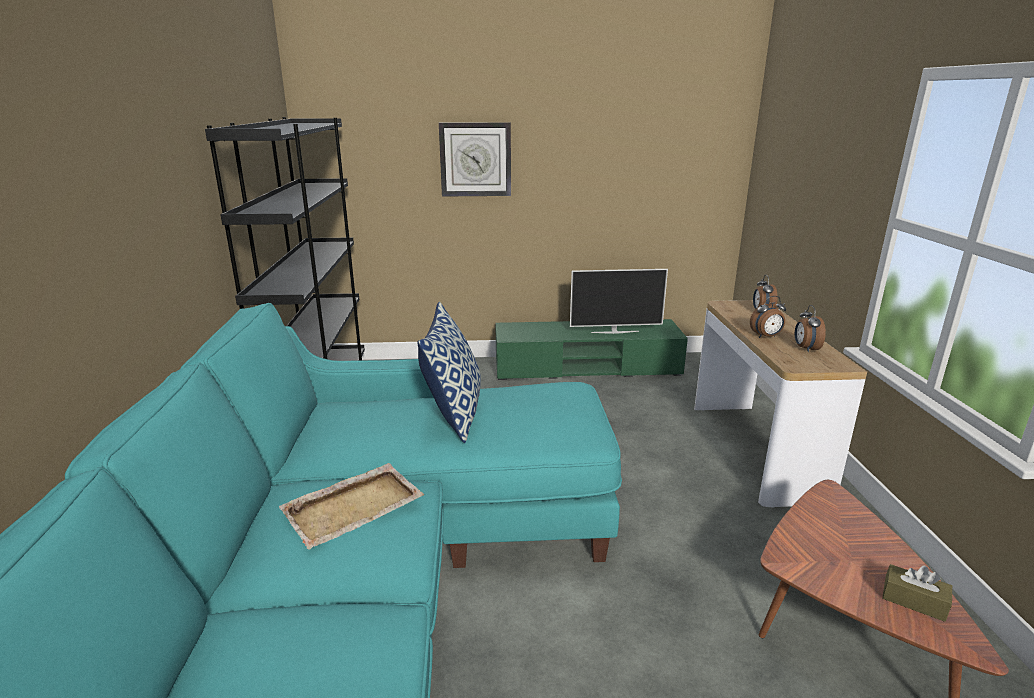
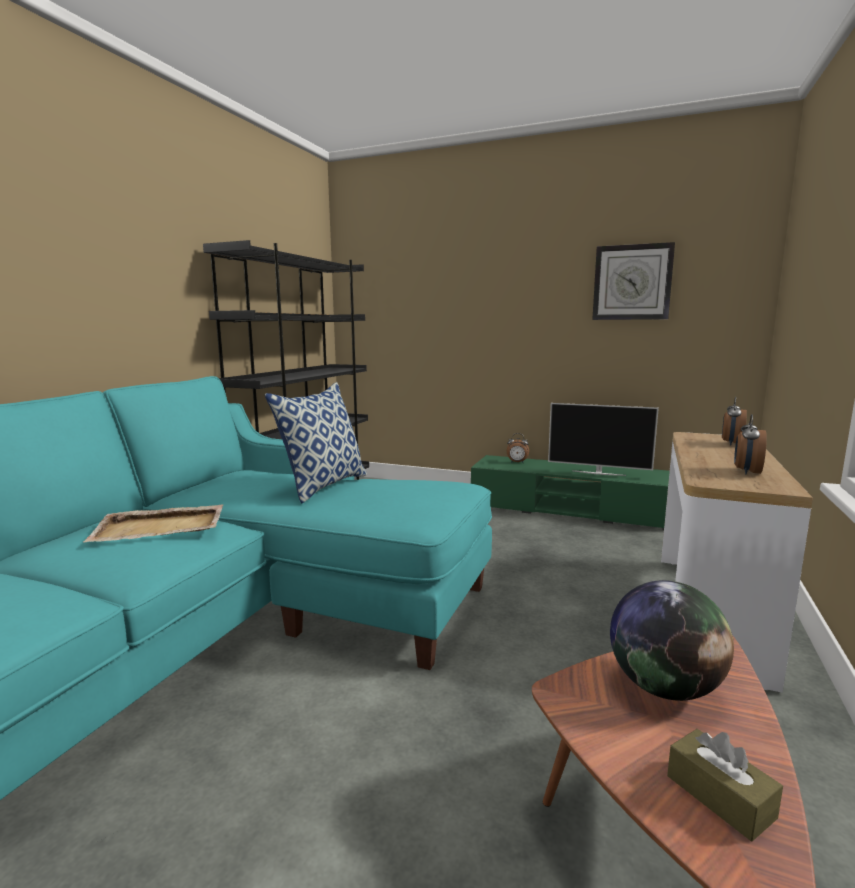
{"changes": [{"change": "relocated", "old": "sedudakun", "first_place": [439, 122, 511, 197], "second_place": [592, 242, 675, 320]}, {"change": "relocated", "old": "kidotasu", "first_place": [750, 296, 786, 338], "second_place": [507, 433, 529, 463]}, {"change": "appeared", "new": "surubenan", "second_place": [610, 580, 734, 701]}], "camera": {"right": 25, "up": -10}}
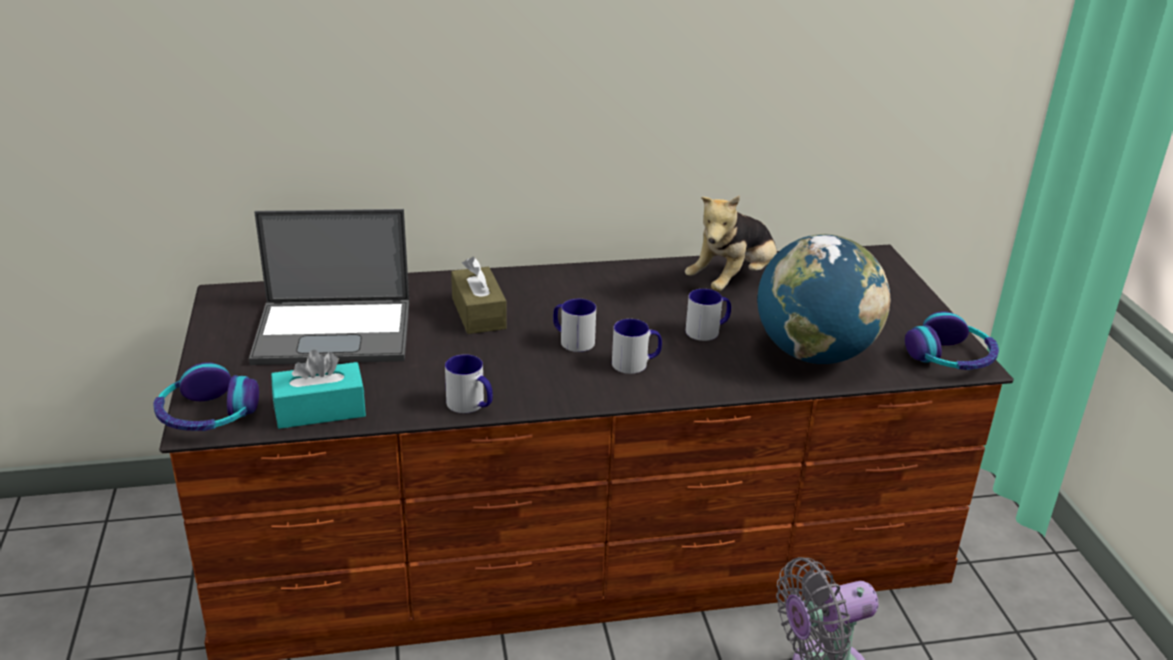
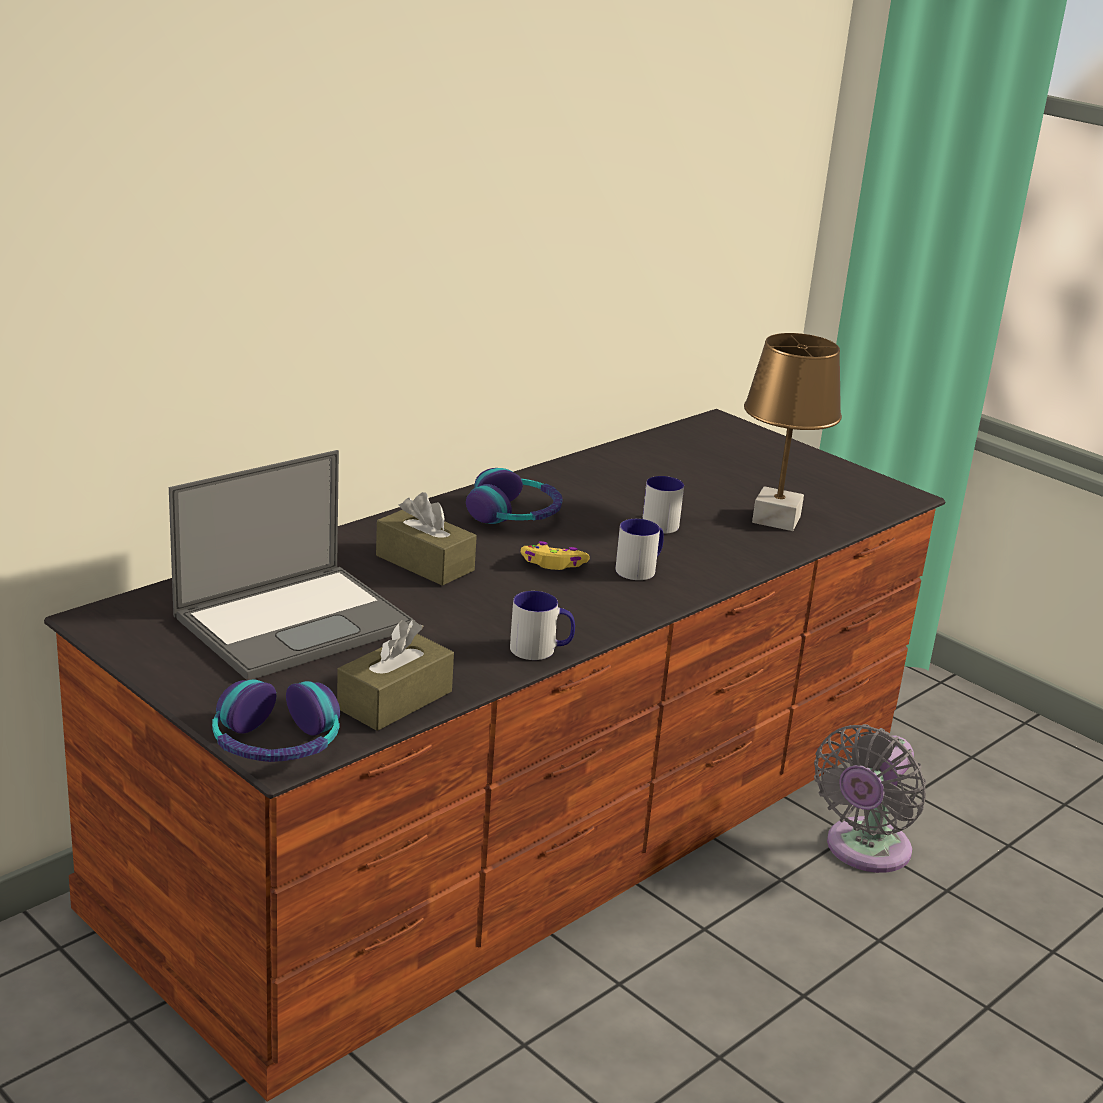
{"changes": [{"change": "colour", "old": "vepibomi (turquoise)", "new": "vepibomi (brown)", "first_place": [271, 350, 366, 429], "second_place": [337, 620, 454, 731]}, {"change": "exchanged", "old": "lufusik", "new": "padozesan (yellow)", "first_place": [553, 299, 596, 352], "second_place": [521, 541, 590, 570]}, {"change": "missing", "old": "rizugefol", "first_place": [685, 195, 777, 291]}, {"change": "exchanged", "old": "surubenan", "new": "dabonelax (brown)", "first_place": [757, 234, 890, 364], "second_place": [744, 333, 842, 531]}, {"change": "relocated", "old": "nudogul", "first_place": [905, 311, 999, 370], "second_place": [466, 468, 563, 524]}], "camera": {"right": -35, "up": -5}}
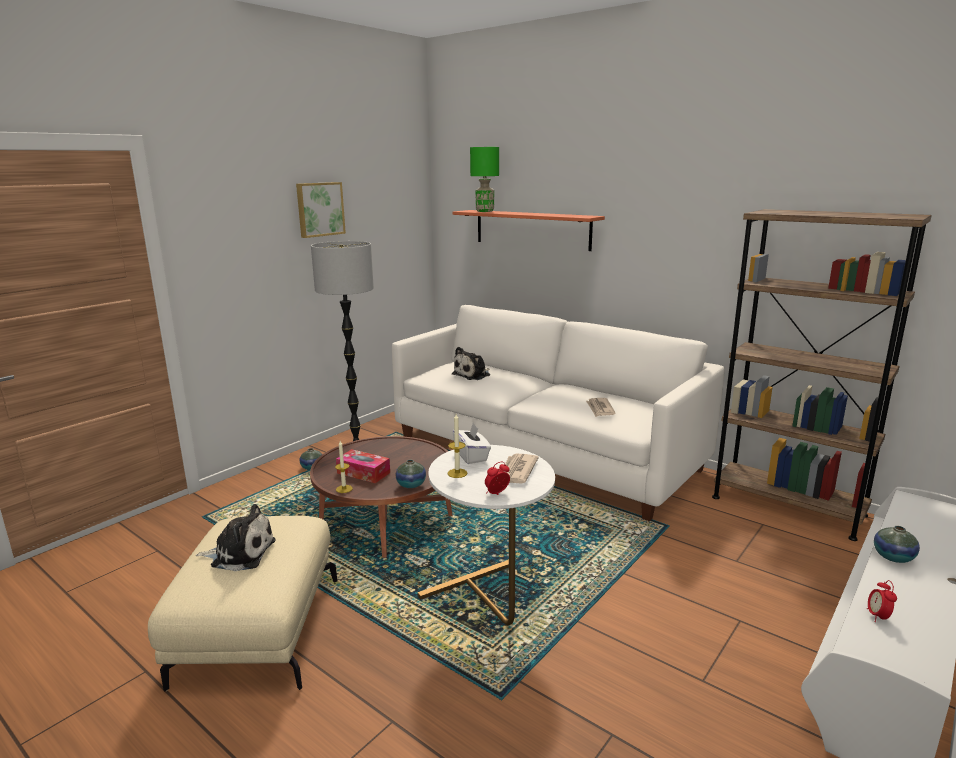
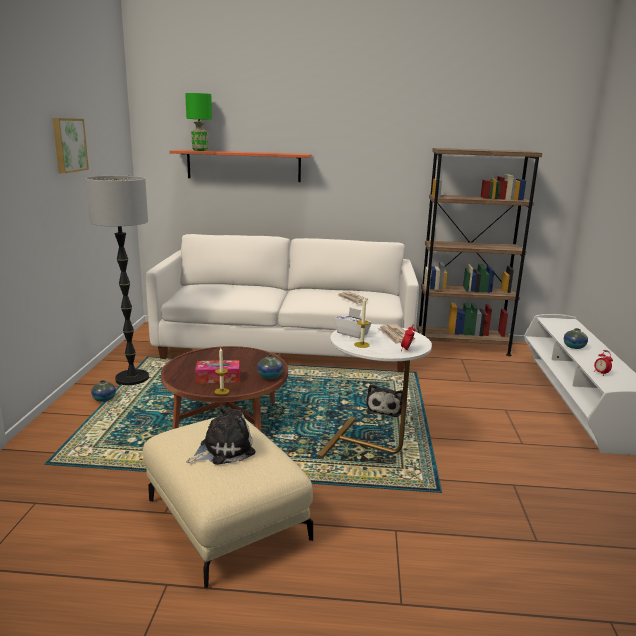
{"changes": [{"change": "relocated", "old": "rizugefol", "first_place": [452, 347, 490, 380], "second_place": [366, 384, 403, 417]}], "camera": {"right": -35, "up": 0}}
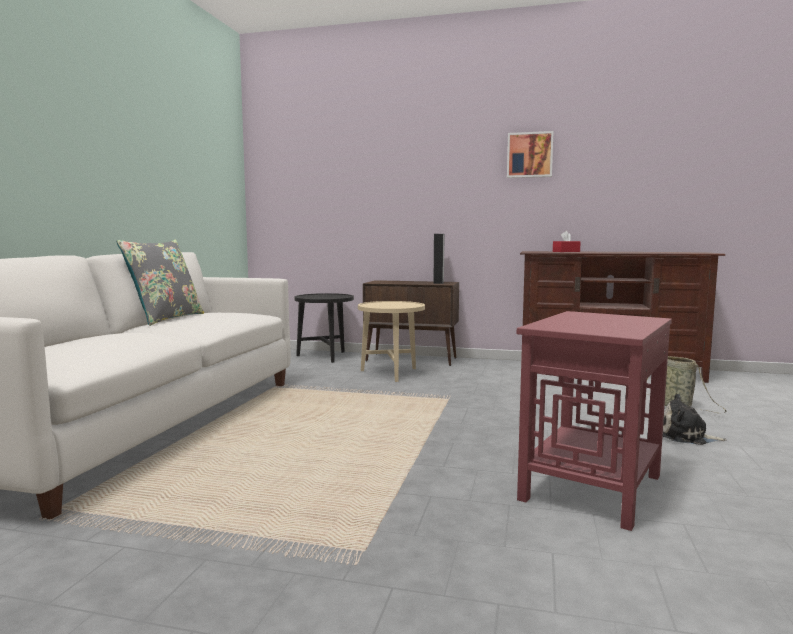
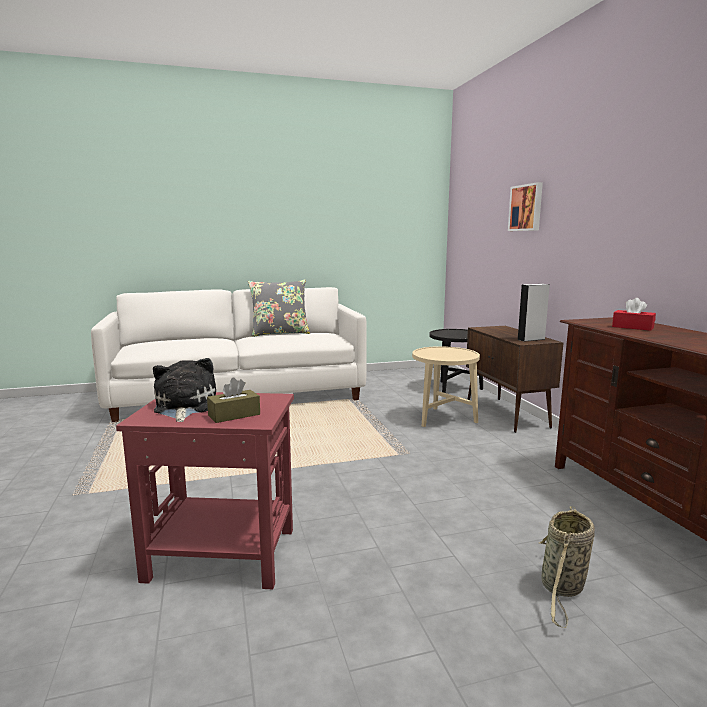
{"changes": [{"change": "relocated", "old": "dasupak", "first_place": [507, 131, 554, 178], "second_place": [508, 182, 543, 231]}, {"change": "relocated", "old": "rizugefol", "first_place": [663, 394, 727, 445], "second_place": [153, 358, 216, 422]}, {"change": "appeared", "new": "vepibomi (brown)", "second_place": [207, 378, 260, 423]}], "camera": {"right": 60, "up": 5}}
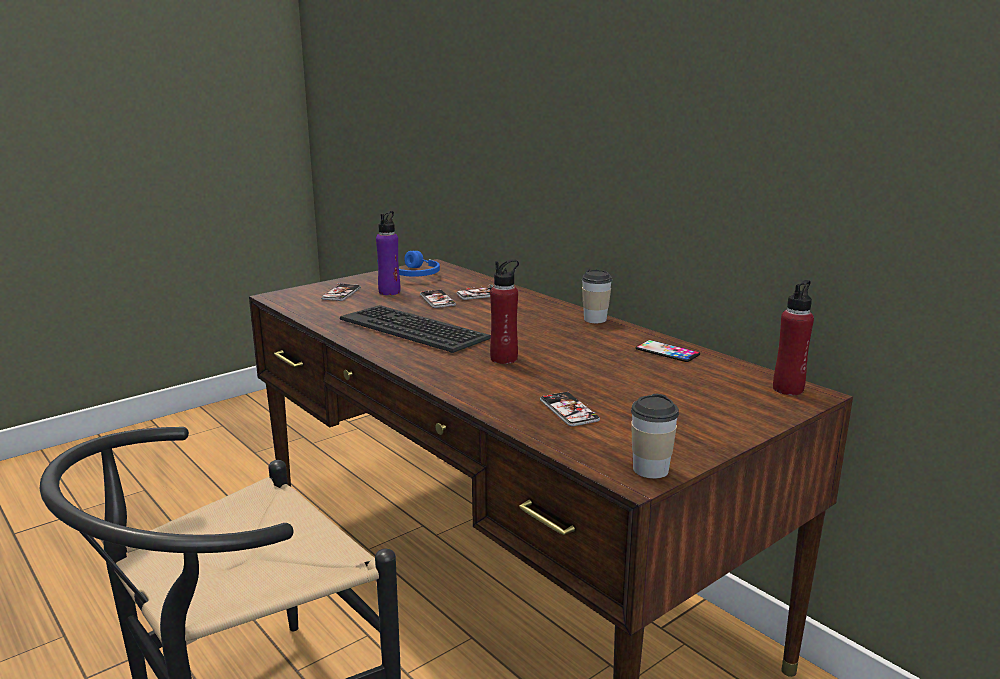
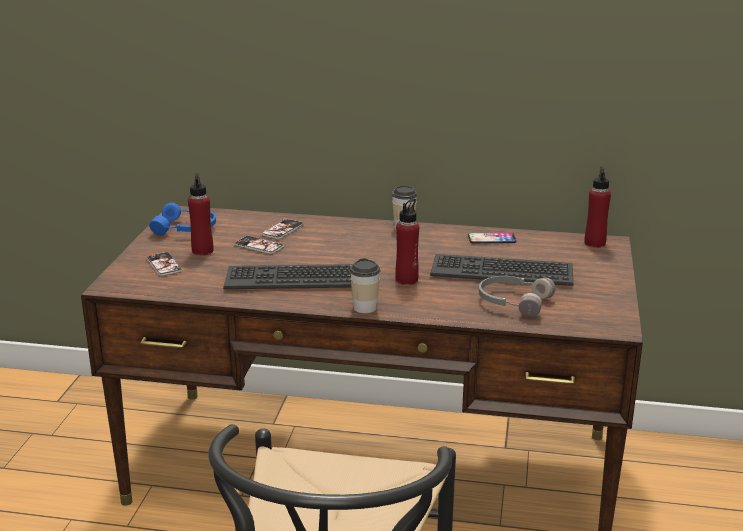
{"changes": [{"change": "colour", "old": "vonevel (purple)", "new": "vonevel (red)", "first_place": [376, 211, 400, 295], "second_place": [188, 173, 213, 255]}, {"change": "exchanged", "old": "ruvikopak", "new": "nudogul (grey)", "first_place": [540, 391, 600, 427], "second_place": [479, 276, 555, 317]}, {"change": "relocated", "old": "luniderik", "first_place": [631, 394, 679, 479], "second_place": [350, 258, 380, 314]}, {"change": "appeared", "new": "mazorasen", "second_place": [430, 254, 573, 286]}], "camera": {"right": -40, "up": 5}}
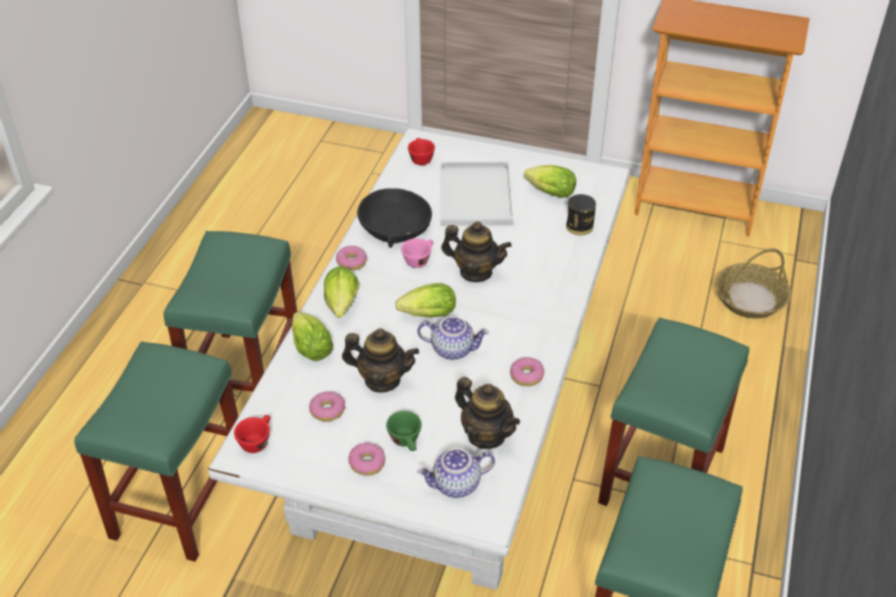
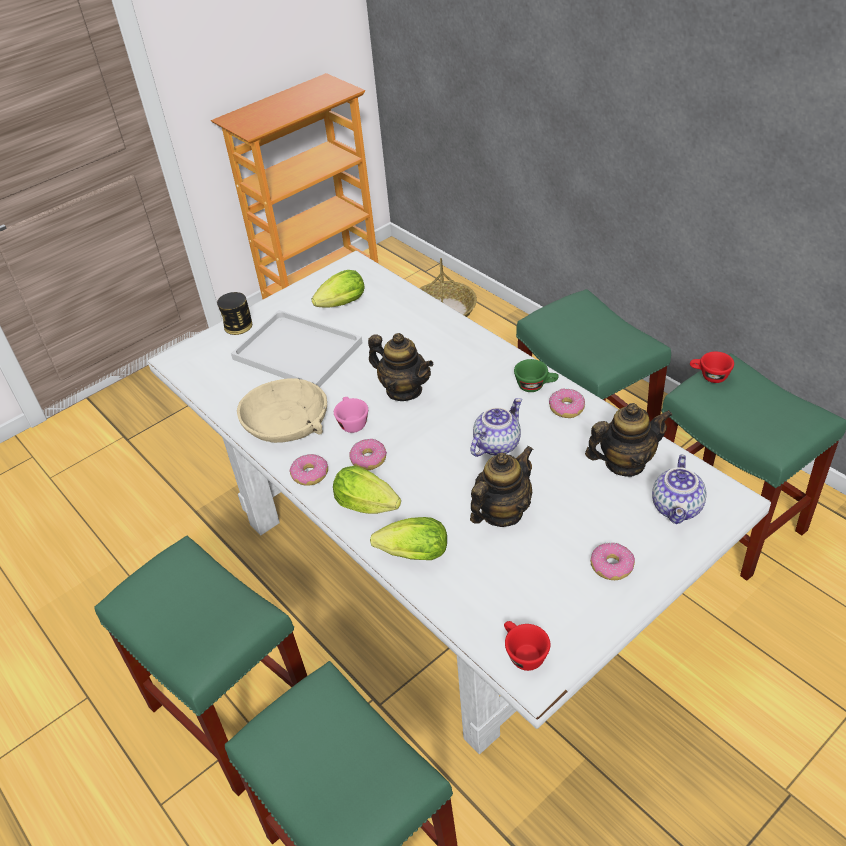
{"changes": [{"change": "relocated", "old": "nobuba", "first_place": [309, 391, 345, 422], "second_place": [349, 439, 387, 471]}, {"change": "colour", "old": "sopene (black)", "new": "sopene (beige)", "first_place": [357, 188, 432, 248], "second_place": [237, 378, 327, 443]}, {"change": "relocated", "old": "luniderik (green)", "first_place": [386, 411, 422, 451], "second_place": [514, 359, 559, 392]}, {"change": "missing", "old": "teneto", "first_place": [395, 283, 456, 317]}, {"change": "relocated", "old": "luniderik (red)", "first_place": [408, 138, 435, 165], "second_place": [690, 352, 734, 383]}, {"change": "spun", "old": "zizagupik", "first_place": [441, 221, 512, 282], "second_place": [368, 333, 434, 401], "degrees": 75}, {"change": "relocated", "old": "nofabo", "first_place": [566, 194, 596, 235], "second_place": [217, 292, 252, 335]}], "camera": {"right": -55, "up": 0}}
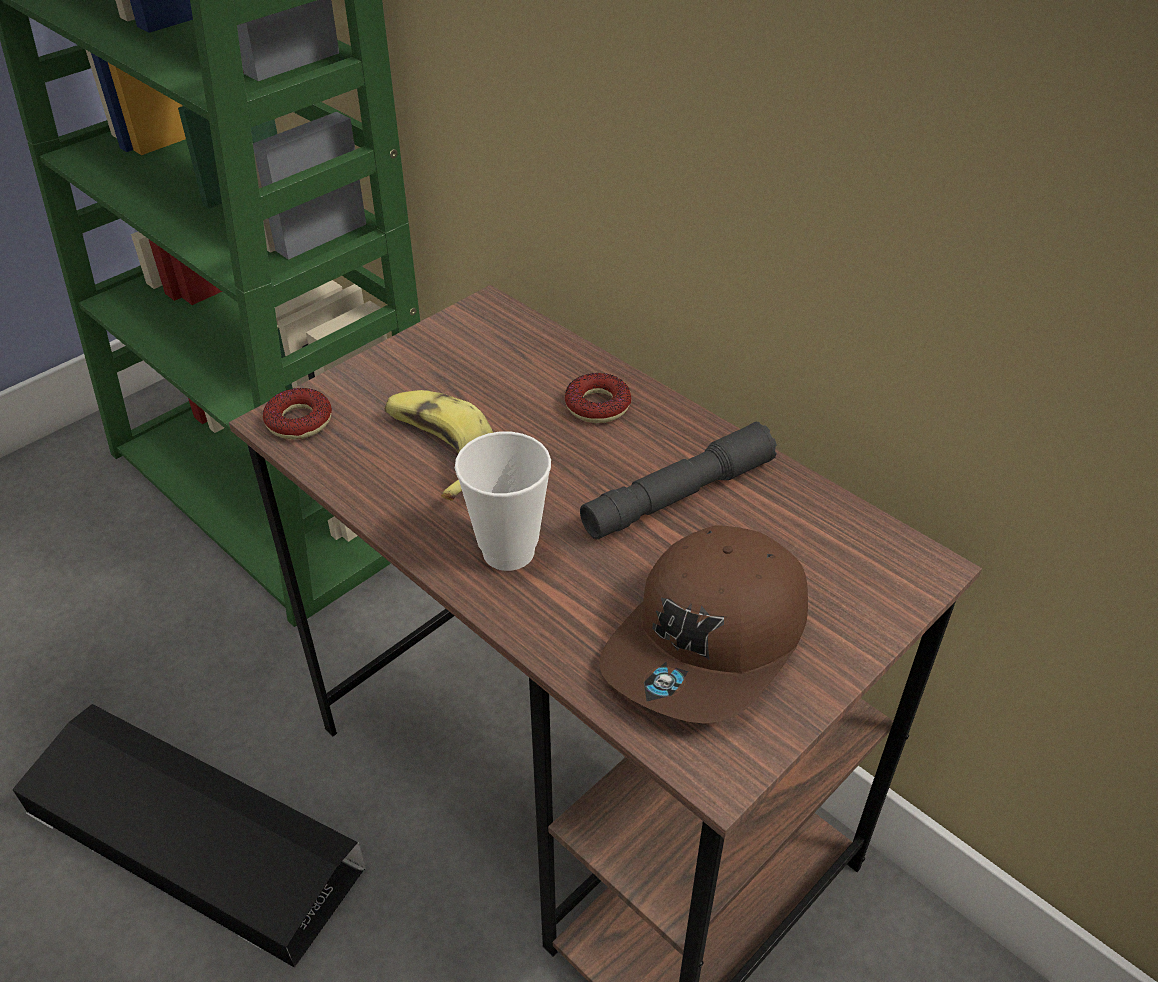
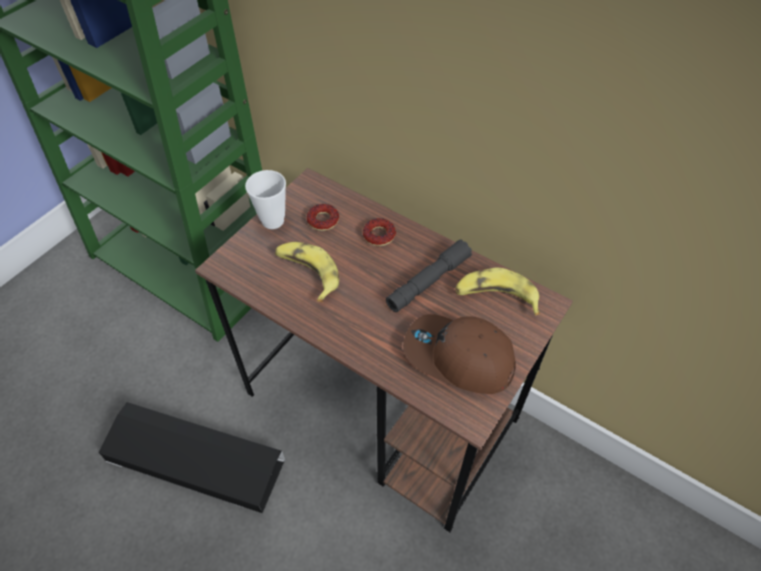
{"changes": [{"change": "relocated", "old": "nobuba", "first_place": [263, 388, 332, 439], "second_place": [307, 204, 339, 231]}, {"change": "relocated", "old": "luniderik", "first_place": [455, 432, 551, 571], "second_place": [245, 170, 286, 229]}, {"change": "spun", "old": "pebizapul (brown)", "first_place": [599, 525, 808, 723], "second_place": [403, 314, 516, 394], "degrees": 90}, {"change": "appeared", "new": "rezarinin", "second_place": [455, 268, 540, 315]}], "camera": {"right": -10, "up": 10}}
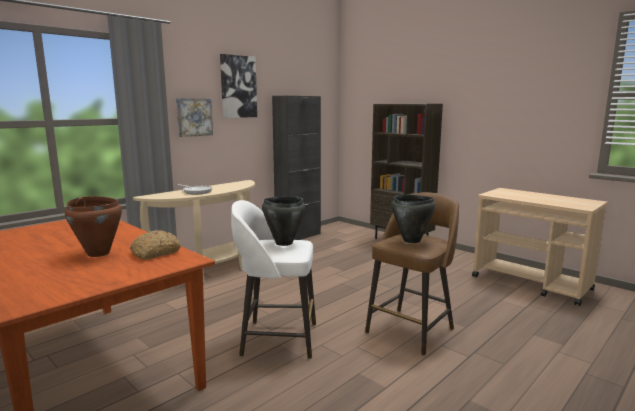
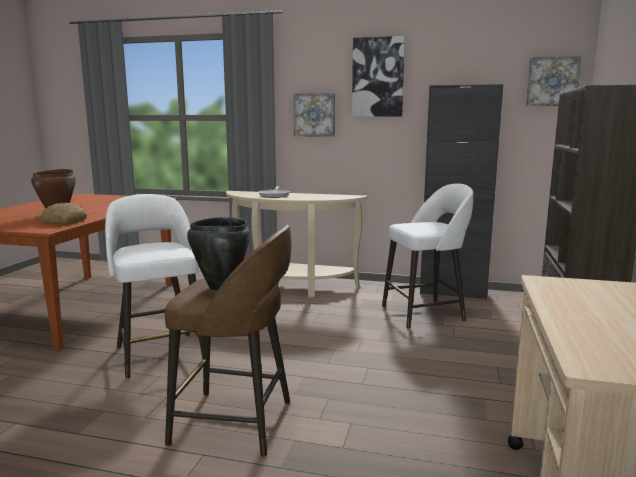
{"changes": [{"change": "missing", "old": "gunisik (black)", "first_place": [262, 196, 305, 246]}, {"change": "appeared", "new": "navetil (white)", "second_place": [382, 184, 473, 328]}, {"change": "appeared", "new": "dasupak", "second_place": [526, 56, 582, 106]}], "camera": {"right": 60, "up": 0}}
